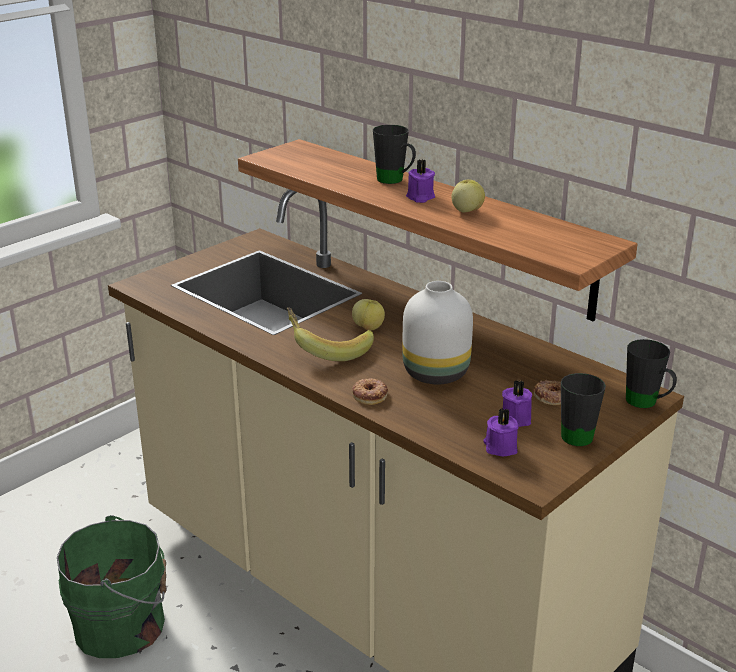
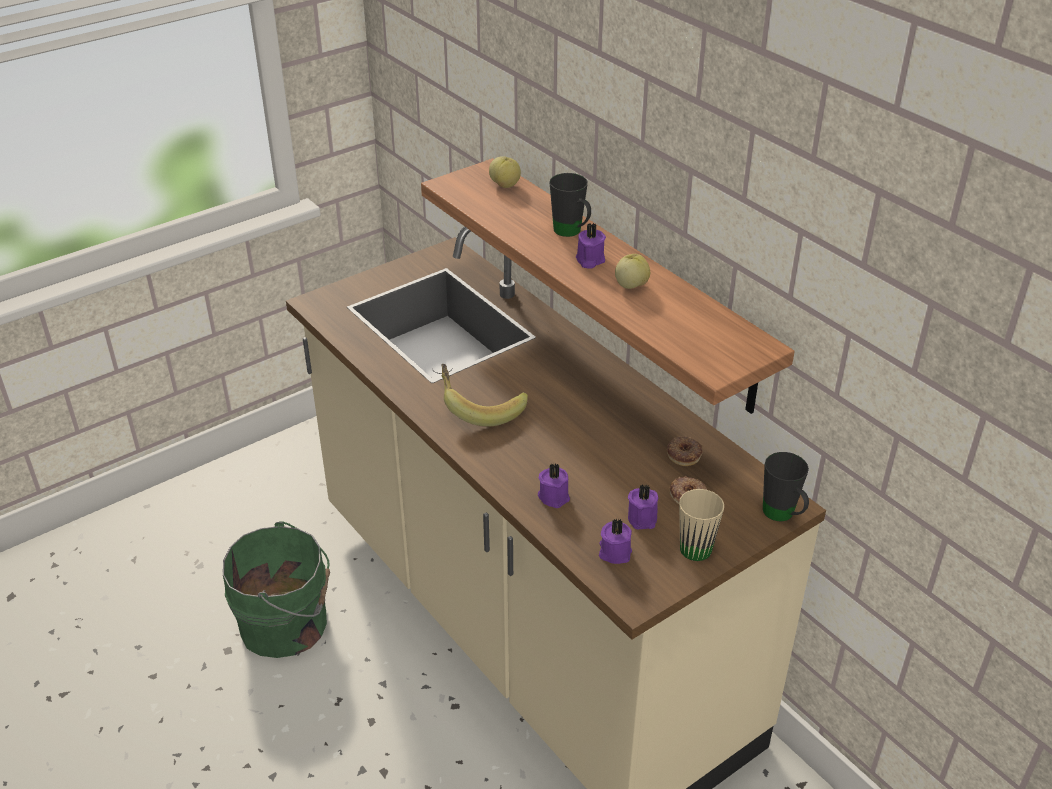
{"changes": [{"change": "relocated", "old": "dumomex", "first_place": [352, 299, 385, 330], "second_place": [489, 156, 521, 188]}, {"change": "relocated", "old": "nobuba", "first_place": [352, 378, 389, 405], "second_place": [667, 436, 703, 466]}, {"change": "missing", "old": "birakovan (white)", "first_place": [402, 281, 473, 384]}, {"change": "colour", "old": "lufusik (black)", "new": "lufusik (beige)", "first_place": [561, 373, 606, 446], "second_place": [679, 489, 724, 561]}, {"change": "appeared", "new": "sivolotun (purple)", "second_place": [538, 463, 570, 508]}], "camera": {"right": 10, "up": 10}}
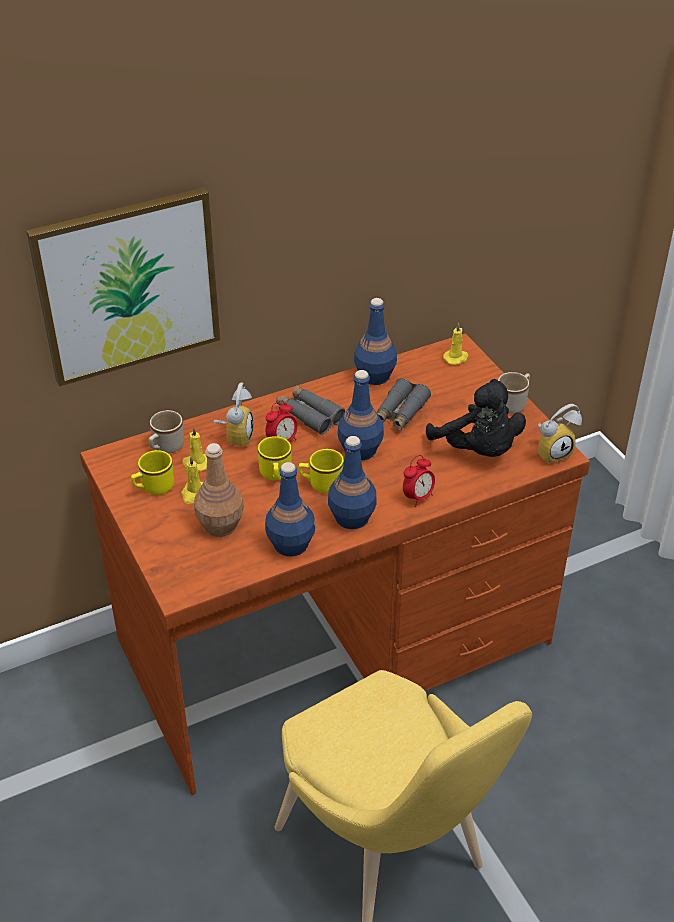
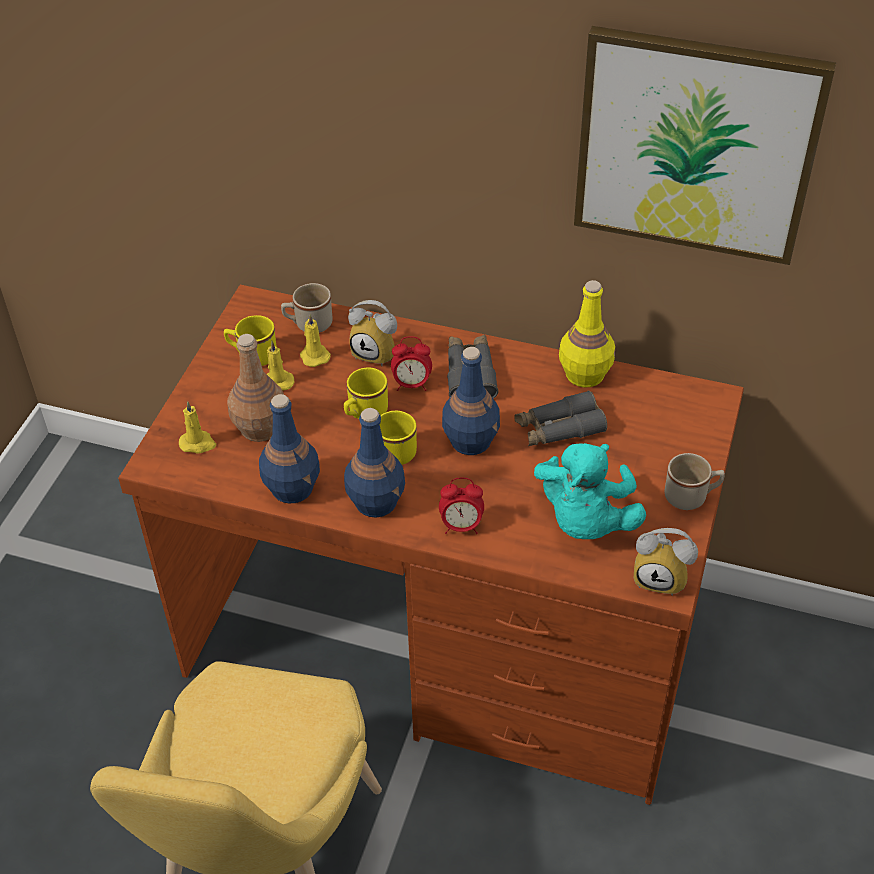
{"changes": [{"change": "relocated", "old": "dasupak", "first_place": [27, 188, 220, 387], "second_place": [574, 26, 836, 265]}, {"change": "spun", "old": "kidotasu", "first_place": [213, 383, 253, 448], "second_place": [348, 300, 397, 366], "degrees": 60}, {"change": "colour", "old": "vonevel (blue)", "new": "vonevel (yellow)", "first_place": [354, 298, 397, 385], "second_place": [559, 280, 615, 387]}, {"change": "colour", "old": "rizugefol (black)", "new": "rizugefol (turquoise)", "first_place": [426, 379, 526, 457], "second_place": [534, 443, 646, 539]}, {"change": "relocated", "old": "sivolotun (yellow)", "first_place": [443, 323, 468, 365], "second_place": [179, 401, 216, 454]}], "camera": {"right": 45, "up": 5}}
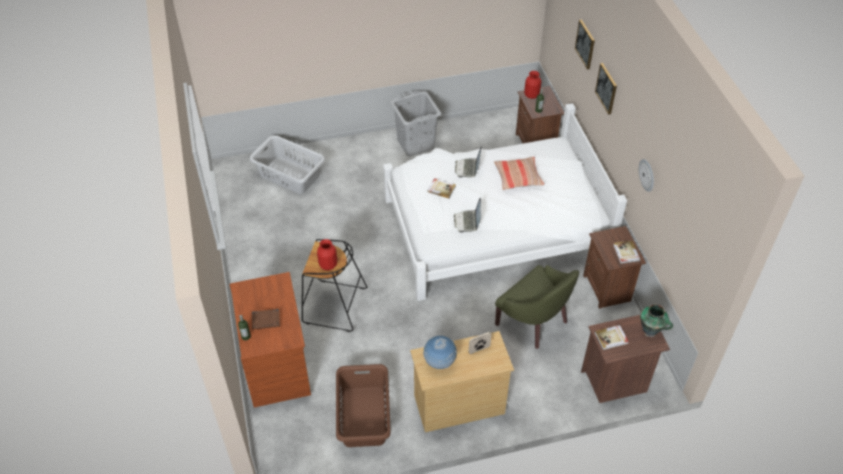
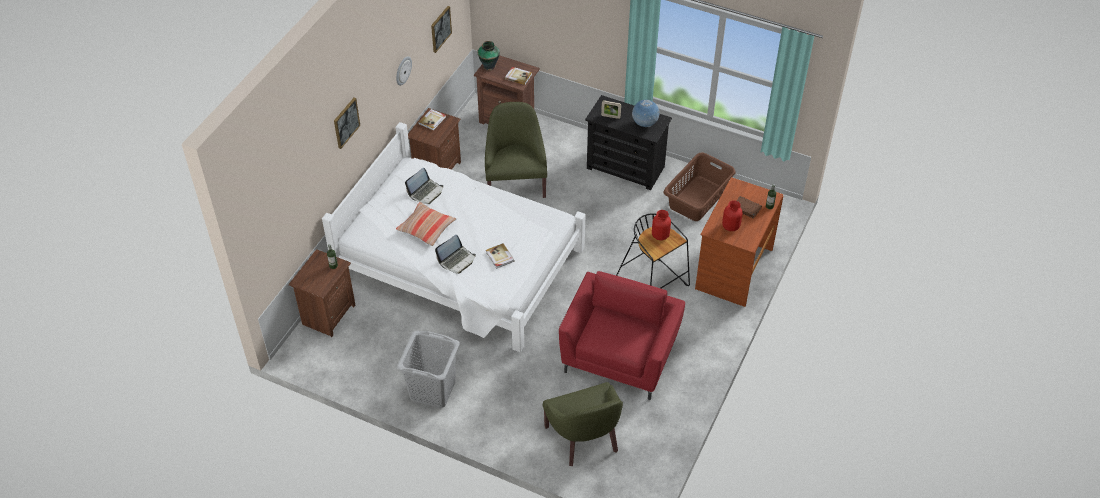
{"changes": [{"change": "exchanged", "old": "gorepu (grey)", "new": "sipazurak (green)", "first_place": [250, 135, 325, 194], "second_place": [543, 382, 623, 466]}, {"change": "colour", "old": "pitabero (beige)", "new": "pitabero (black)", "first_place": [410, 331, 514, 432], "second_place": [585, 95, 672, 190]}, {"change": "relocated", "old": "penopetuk", "first_place": [454, 198, 481, 233], "second_place": [405, 168, 443, 204]}, {"change": "relocated", "old": "birakovan (red)", "first_place": [524, 71, 541, 99], "second_place": [722, 200, 743, 231]}, {"change": "relocated", "old": "dasupak", "first_place": [575, 19, 595, 70], "second_place": [431, 6, 452, 53]}, {"change": "appeared", "new": "sipazurak (red)", "second_place": [559, 271, 685, 400]}], "camera": {"right": -140, "up": 0}}
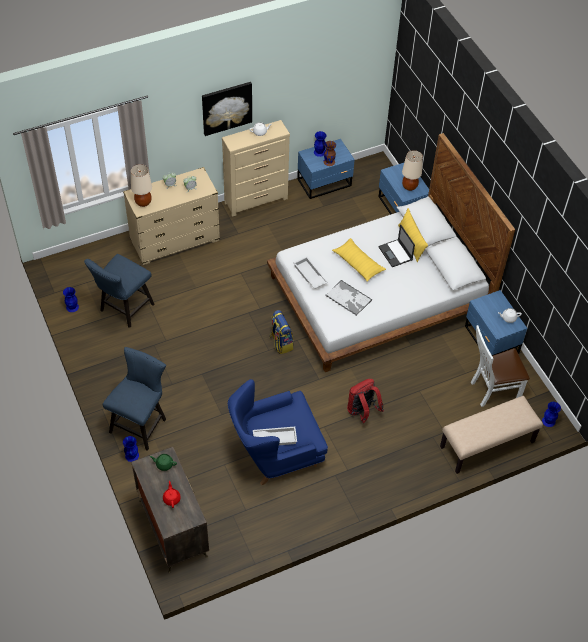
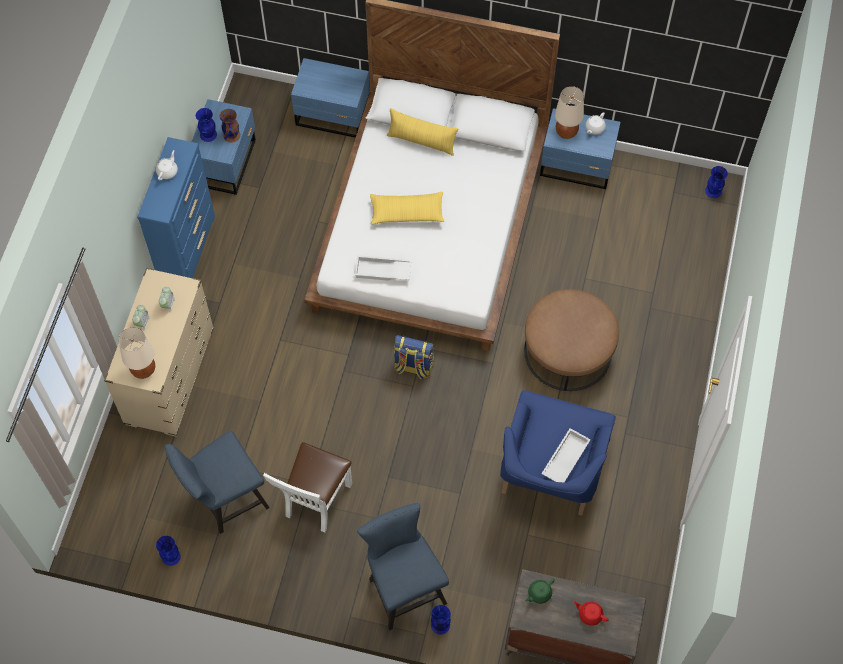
{"changes": [{"change": "spun", "old": "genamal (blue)", "first_place": [84, 254, 155, 328], "second_place": [164, 431, 270, 534], "degrees": 75}, {"change": "missing", "old": "dasupak", "first_place": [202, 82, 252, 136]}, {"change": "colour", "old": "pitabero (beige)", "new": "pitabero (blue)", "first_place": [222, 120, 290, 217], "second_place": [137, 137, 215, 278]}, {"change": "missing", "old": "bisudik", "first_place": [326, 280, 372, 316]}, {"change": "exchanged", "old": "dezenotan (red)", "new": "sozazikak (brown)", "first_place": [347, 379, 384, 423], "second_place": [524, 289, 619, 391]}, {"change": "missing", "old": "penopetuk", "first_place": [378, 224, 415, 267]}, {"change": "relocated", "old": "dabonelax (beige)", "first_place": [402, 150, 423, 191], "second_place": [555, 86, 584, 139]}, {"change": "missing", "old": "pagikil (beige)", "first_place": [440, 396, 543, 474]}, {"change": "relocated", "old": "genamal (white)", "first_place": [471, 325, 530, 407], "second_place": [263, 442, 352, 533]}], "camera": {"right": -50, "up": 10}}
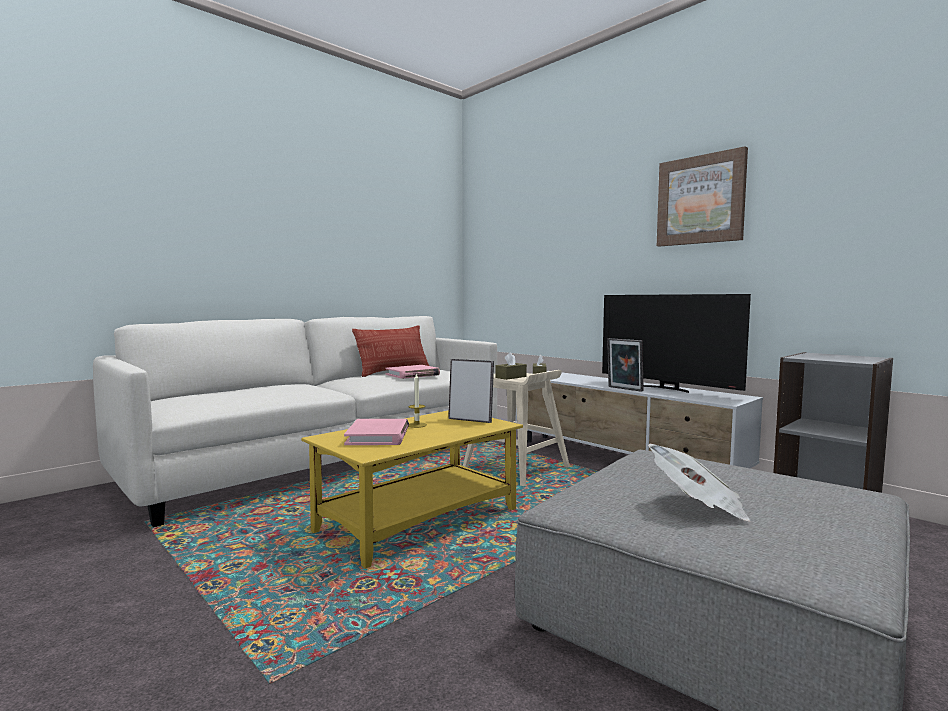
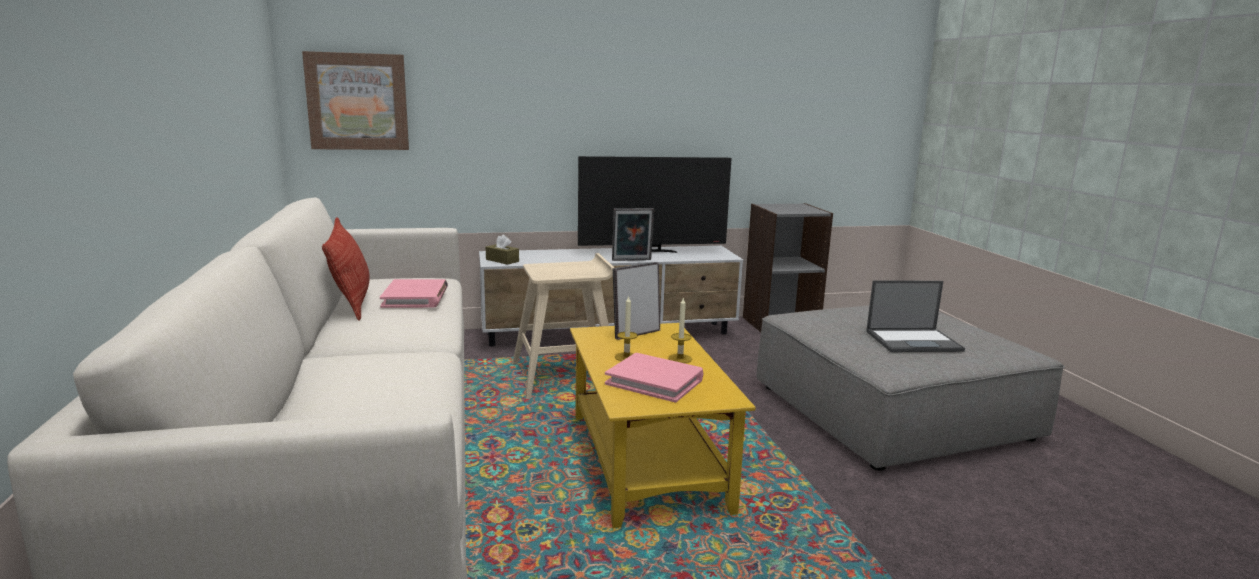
{"changes": [{"change": "missing", "old": "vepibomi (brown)", "first_place": [495, 352, 527, 380]}, {"change": "exchanged", "old": "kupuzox", "new": "penopetuk", "first_place": [648, 444, 750, 521], "second_place": [866, 280, 965, 352]}, {"change": "relocated", "old": "dasupak", "first_place": [657, 146, 748, 247], "second_place": [302, 51, 409, 150]}, {"change": "appeared", "new": "sivolotun", "second_place": [668, 298, 692, 363]}], "camera": {"right": -60, "up": 10}}
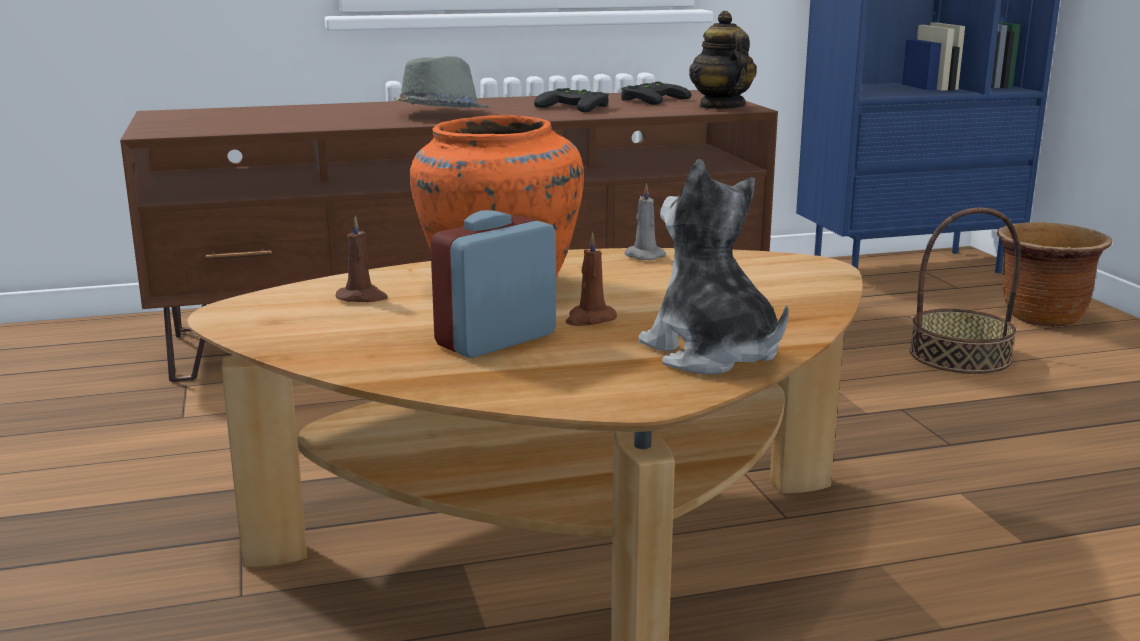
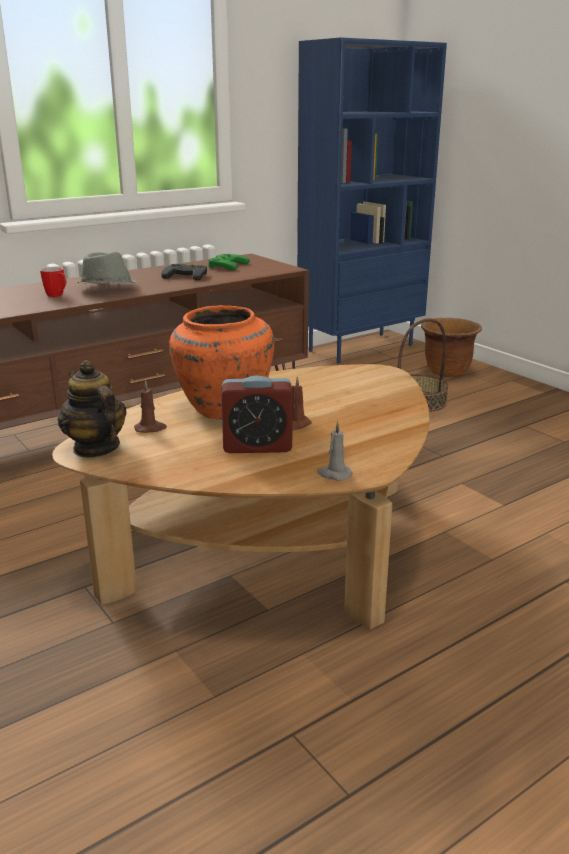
{"changes": [{"change": "spun", "old": "kidotasu", "first_place": [430, 210, 556, 358], "second_place": [221, 375, 293, 453], "degrees": -120}, {"change": "colour", "old": "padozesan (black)", "new": "padozesan (green)", "first_place": [621, 81, 692, 105], "second_place": [209, 254, 250, 270]}, {"change": "relocated", "old": "sivolotun (grey)", "first_place": [624, 183, 666, 260], "second_place": [317, 420, 353, 481]}, {"change": "missing", "old": "rizugefol", "first_place": [638, 159, 789, 375]}, {"change": "relocated", "old": "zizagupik", "first_place": [689, 11, 757, 109], "second_place": [58, 360, 127, 458]}, {"change": "appeared", "new": "lufusik", "second_place": [40, 267, 66, 297]}], "camera": {"right": -20, "up": 5}}
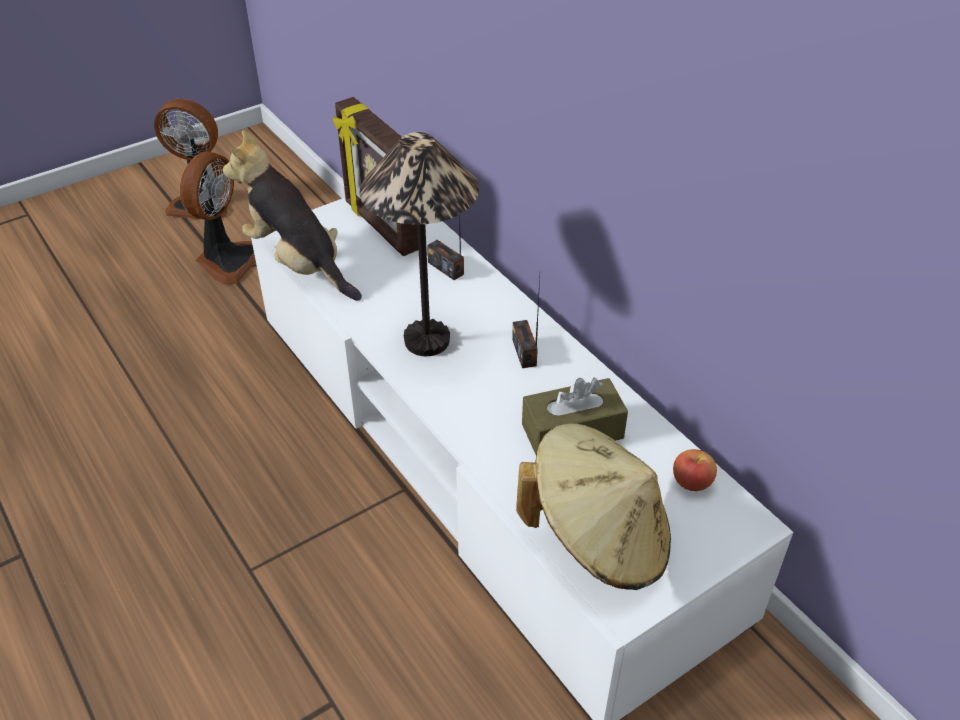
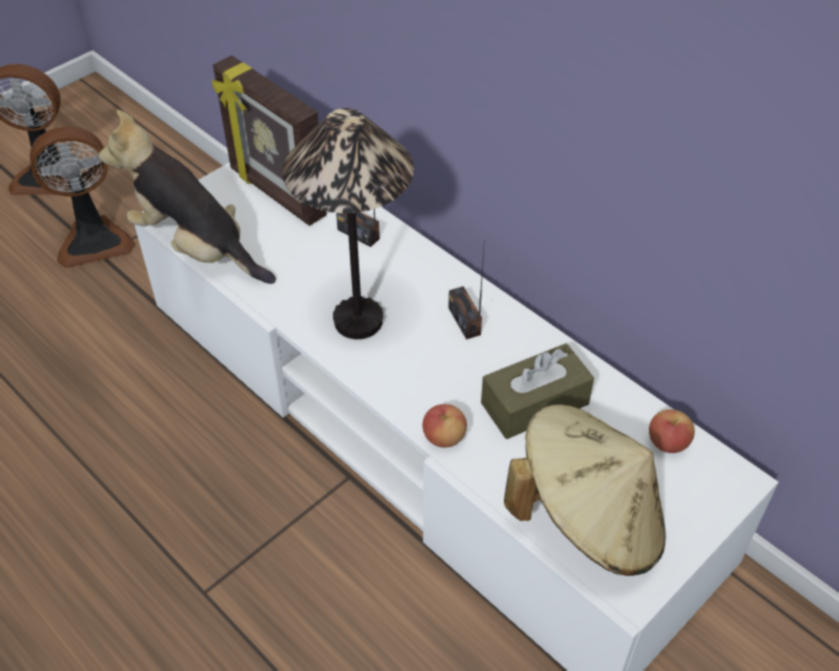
{"changes": [{"change": "spun", "old": "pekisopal", "first_place": [180, 152, 256, 285], "second_place": [30, 126, 135, 268], "degrees": 60}, {"change": "appeared", "new": "dumomex", "second_place": [422, 404, 467, 448]}], "camera": {"right": -10, "up": 5}}
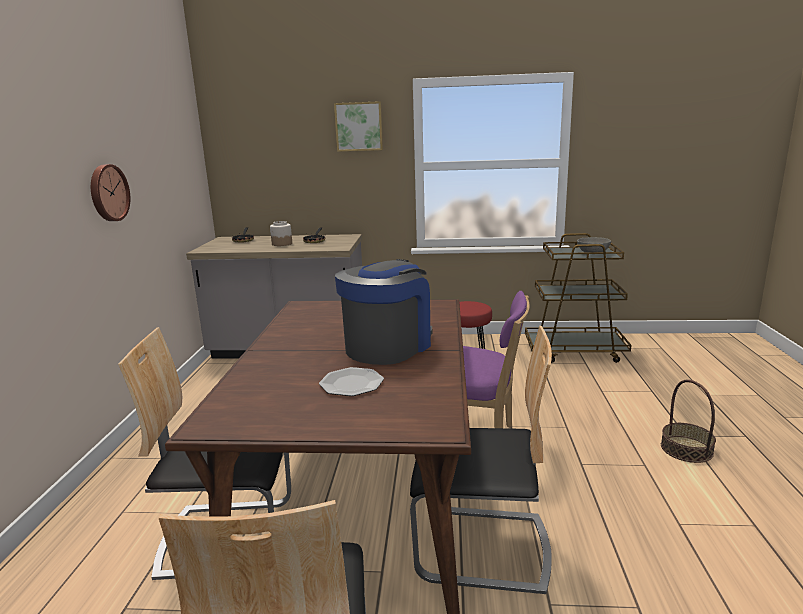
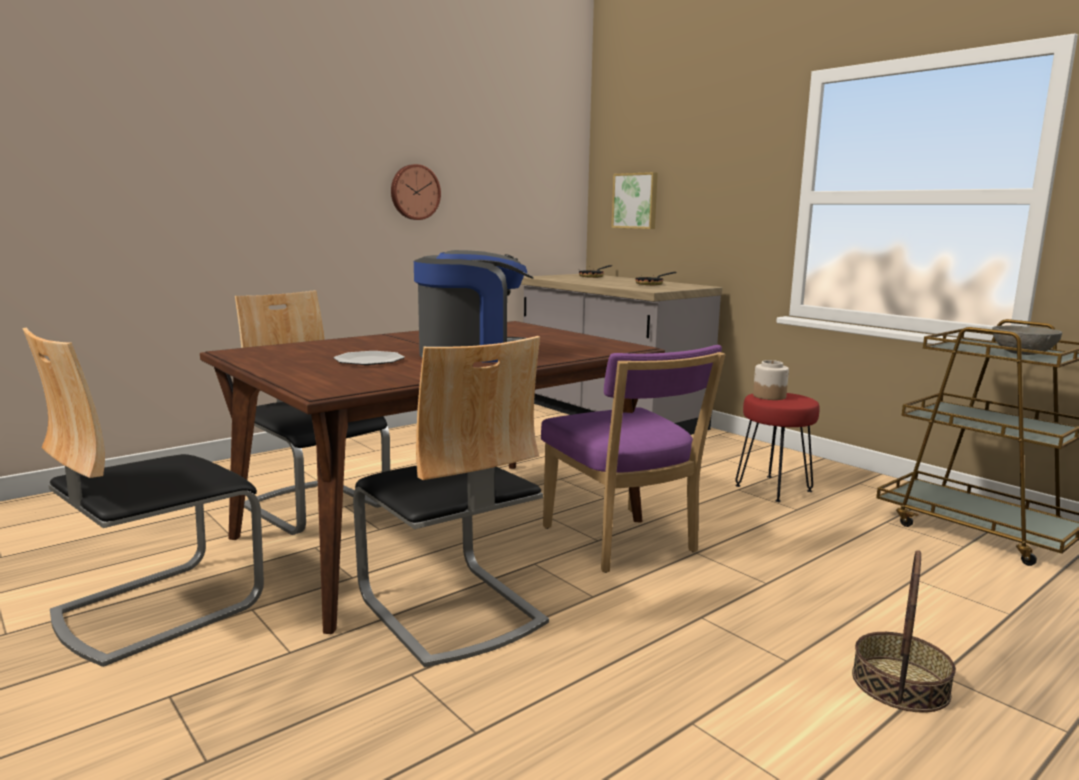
{"changes": [{"change": "relocated", "old": "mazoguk", "first_place": [270, 221, 292, 246], "second_place": [753, 360, 789, 400]}, {"change": "relocated", "old": "dasupak", "first_place": [334, 101, 383, 152], "second_place": [611, 172, 658, 229]}], "camera": {"right": 45, "up": -5}}
